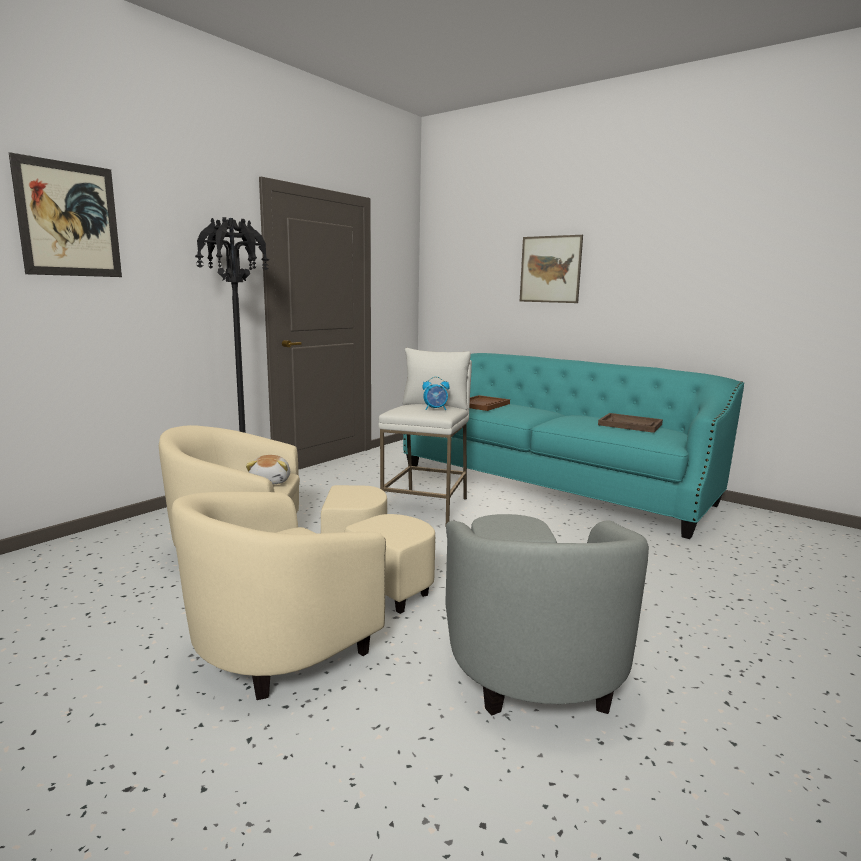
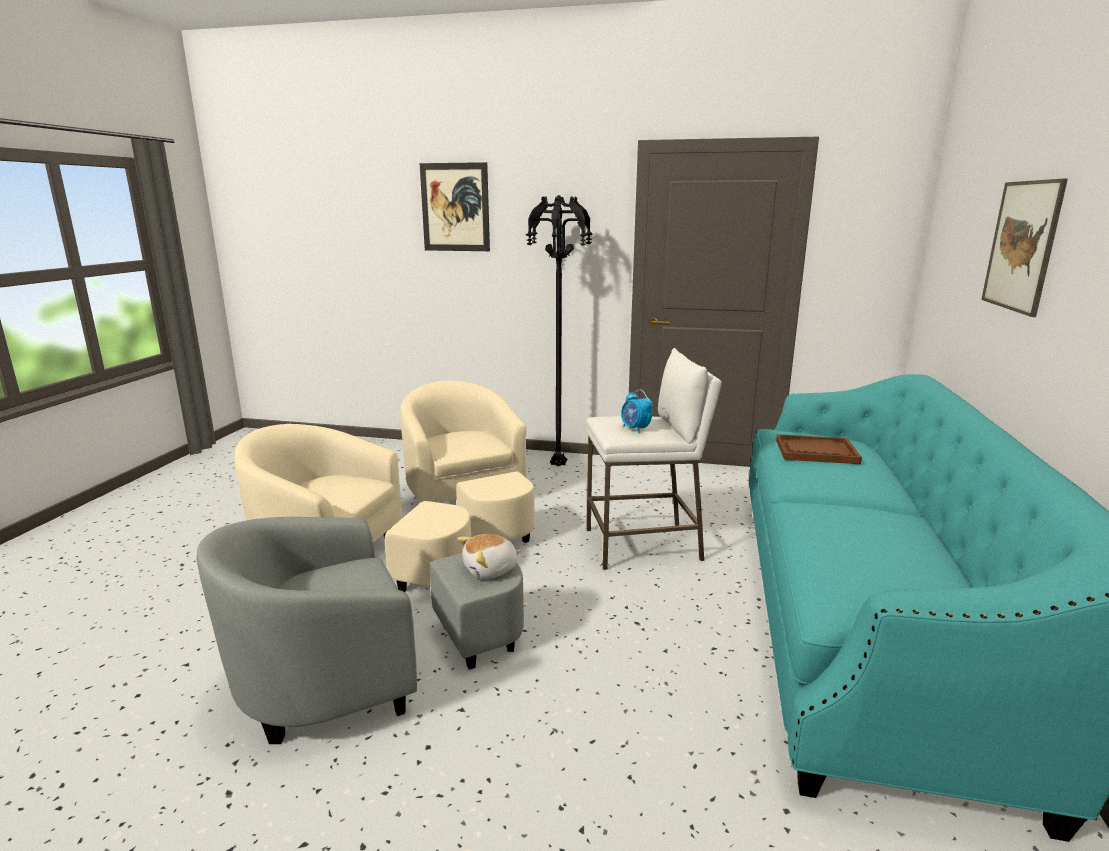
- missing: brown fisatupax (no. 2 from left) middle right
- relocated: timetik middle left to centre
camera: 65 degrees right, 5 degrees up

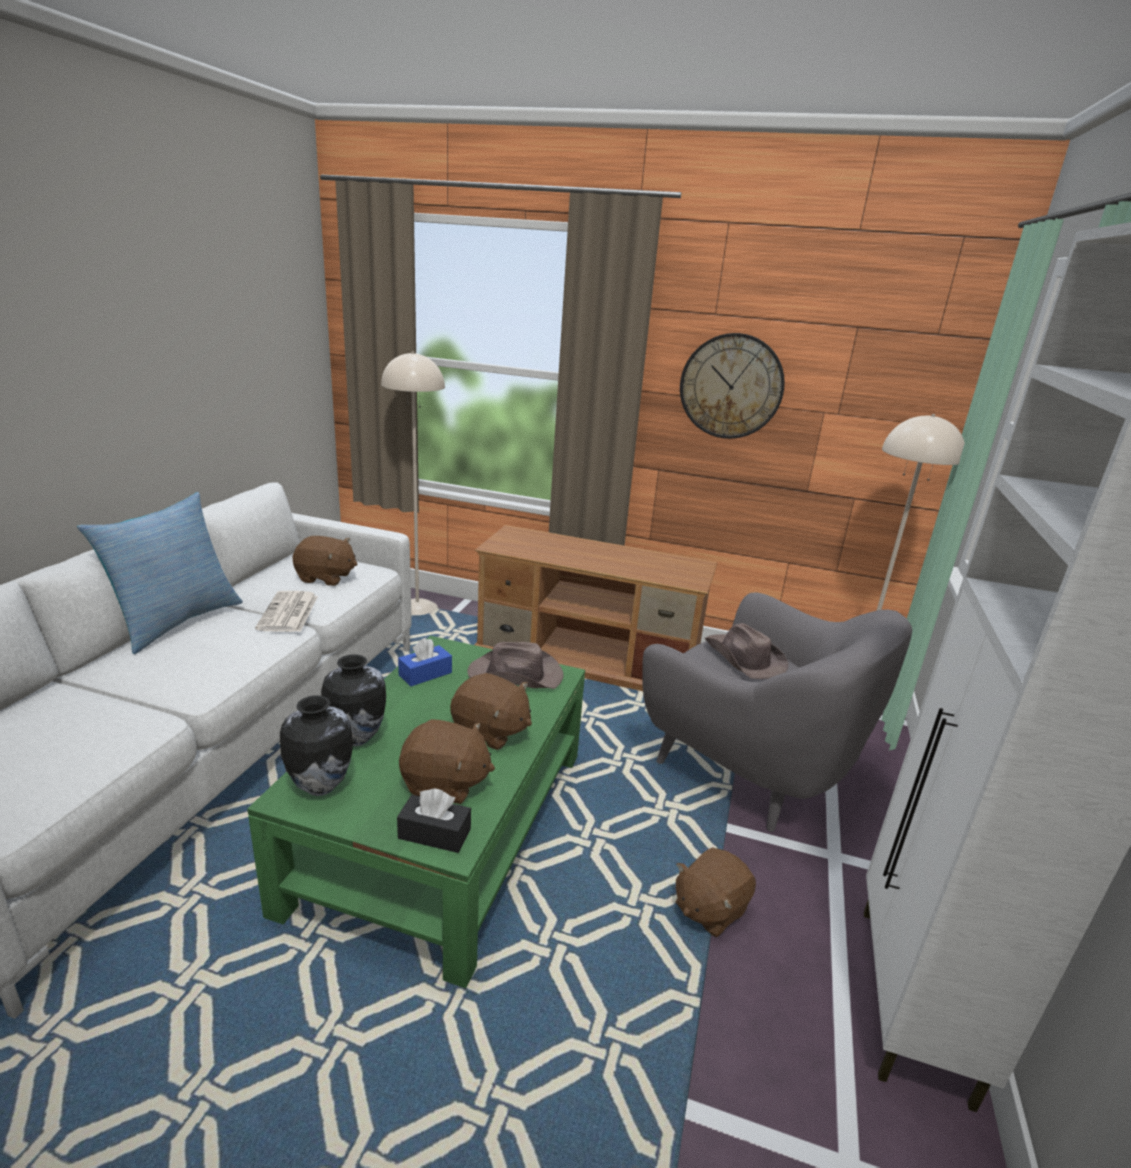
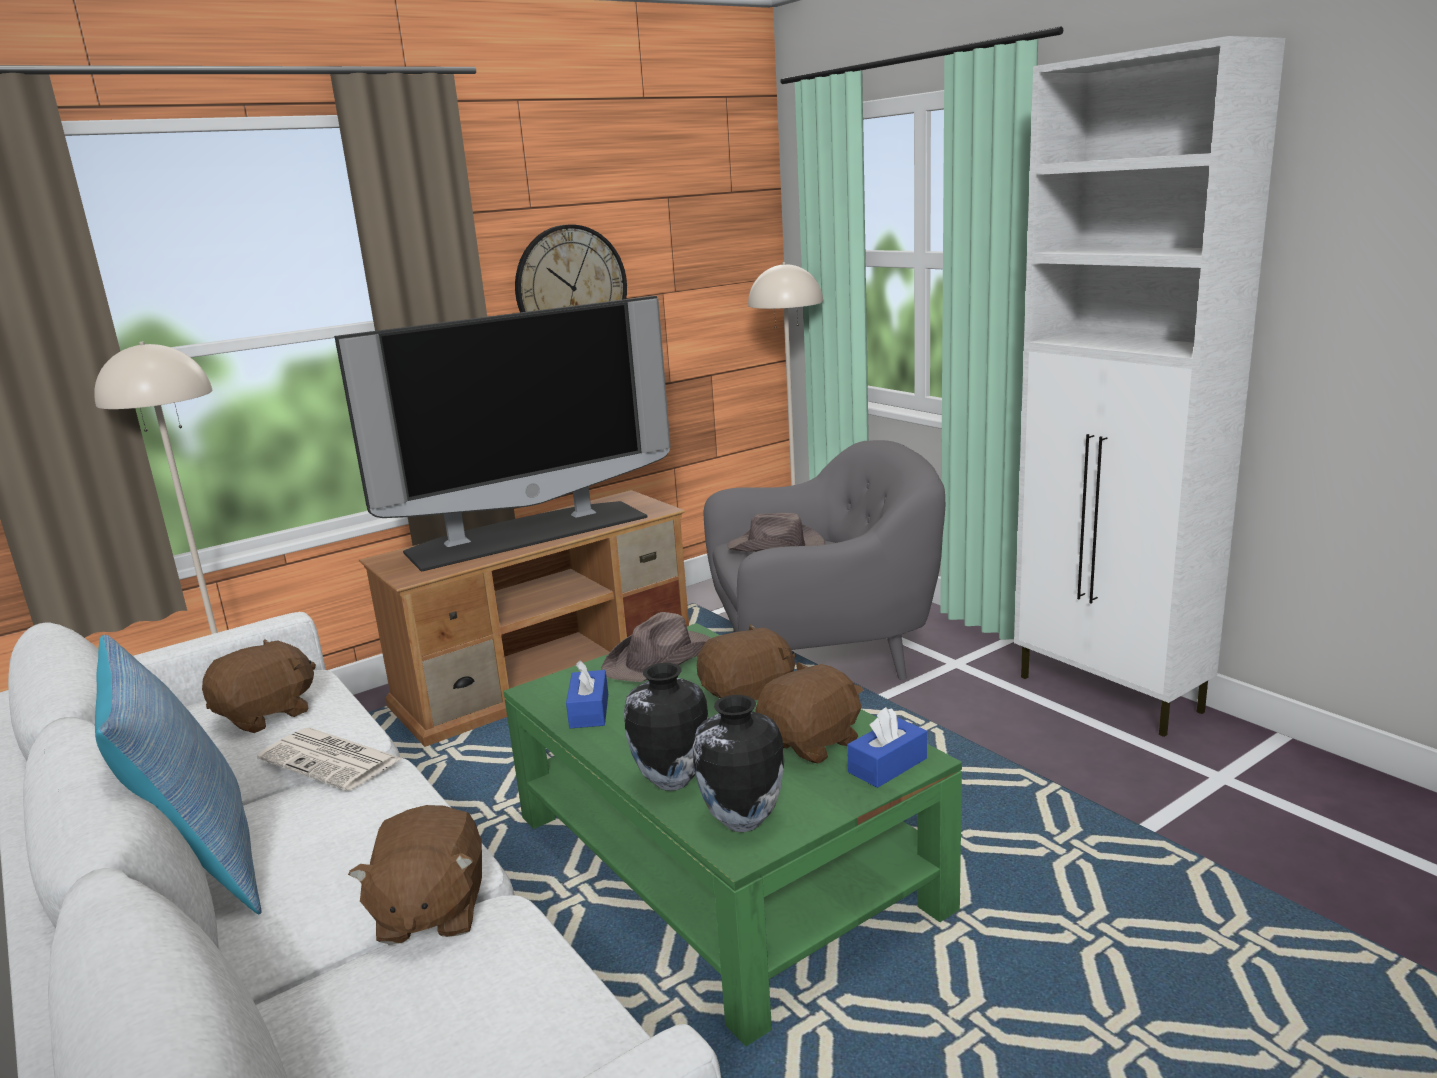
- colour: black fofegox bottom centre to blue fofegox (no. 2 from left) bottom centre
- relocated: brown timetik (no. 4 from left in the first image) bottom centre to brown timetik (no. 2 from left) bottom left
- appeared: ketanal centre
camera: 50 degrees left, 5 degrees down

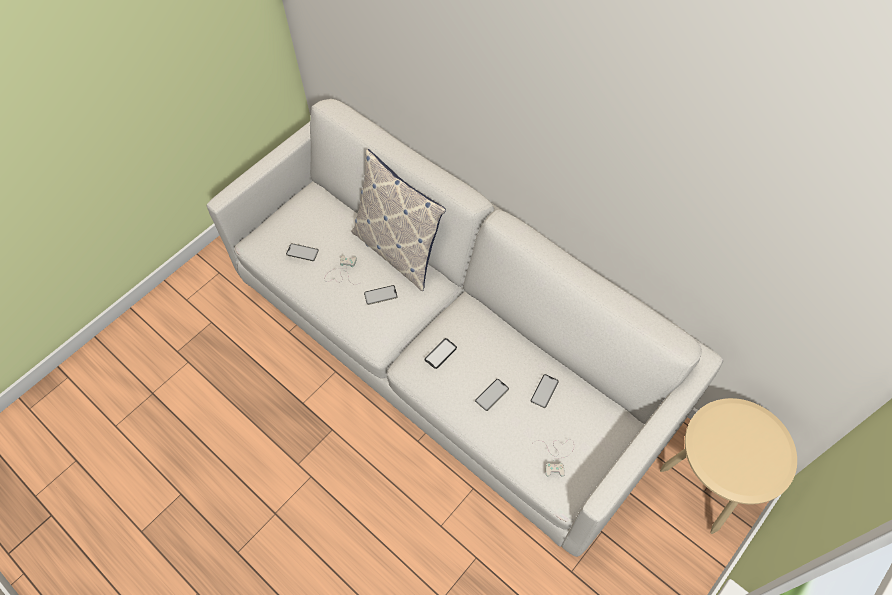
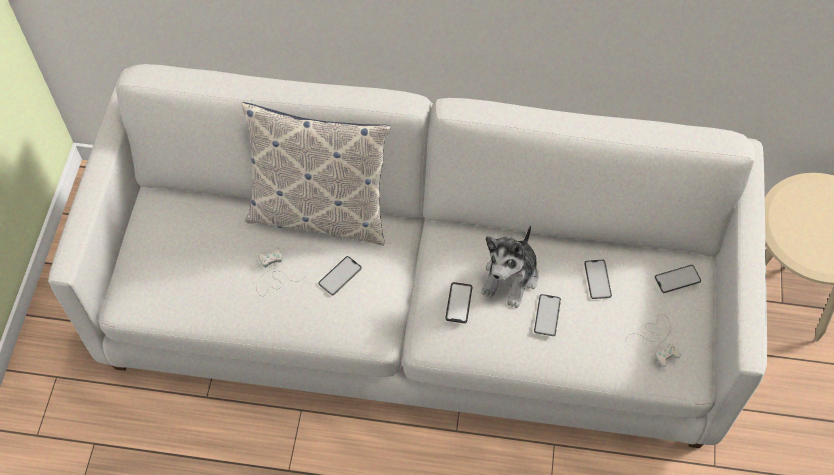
- relocated: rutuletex (no. 1 from left in the first image) centre to rutuletex (no. 5 from left) middle right
- appeared: timetik centre
camera: 35 degrees left, 0 degrees up

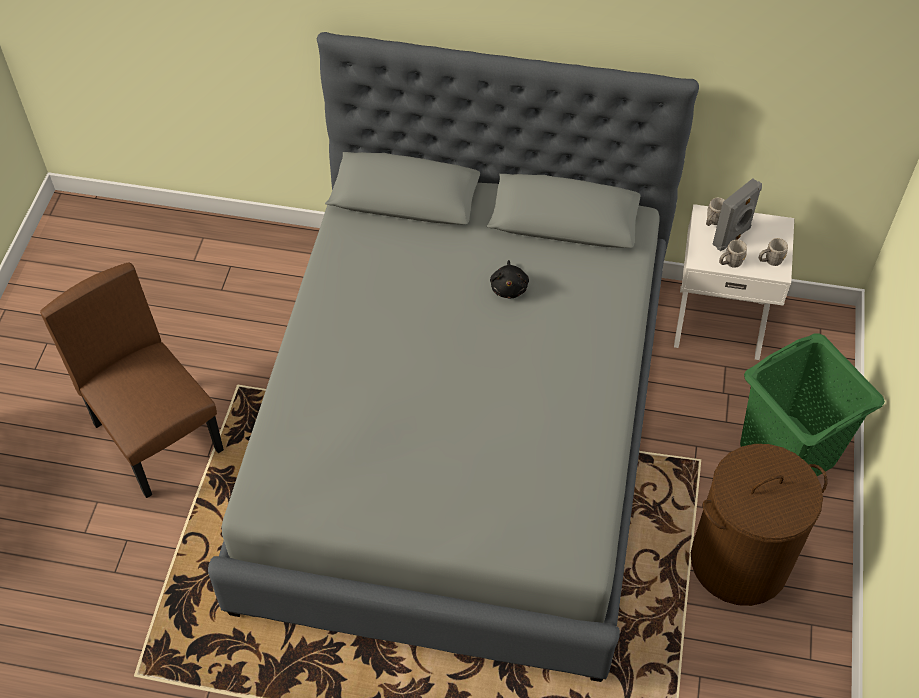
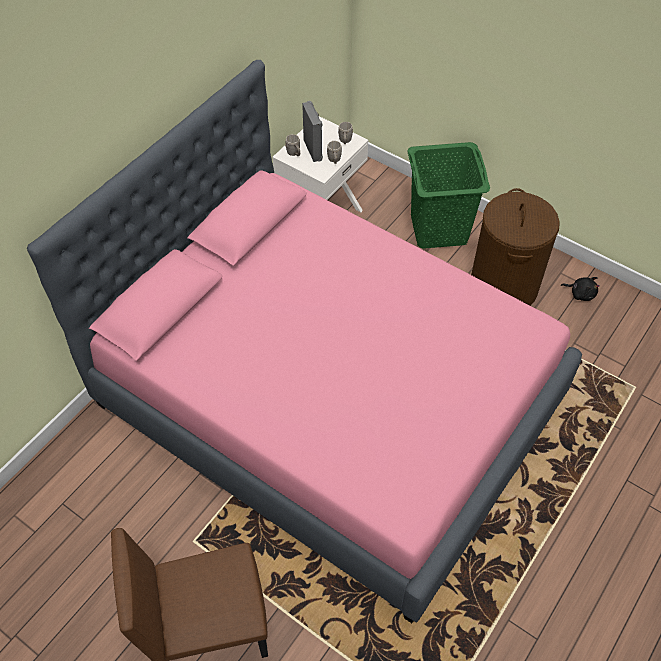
- colour: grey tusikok centre to pink tusikok centre
- relocated: black timetik centre to middle right
camera: 65 degrees left, 0 degrees up

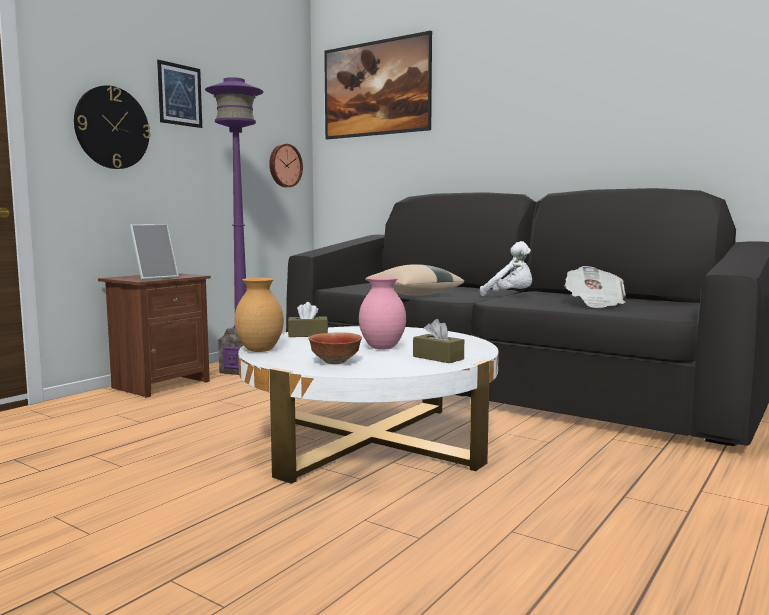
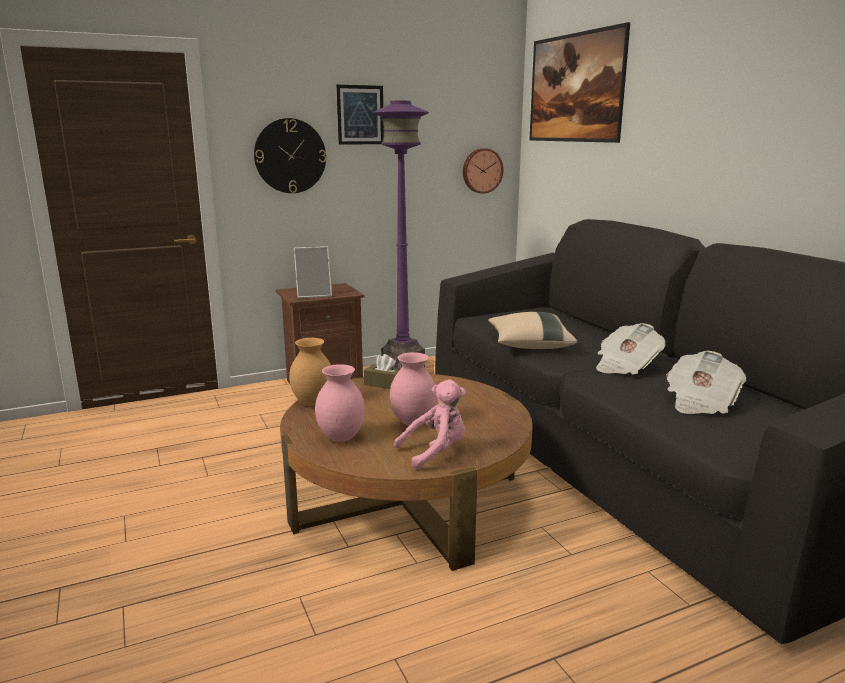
- exchanged: white timetik centre to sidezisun (no. 1 from left) middle right
- exchanged: brown fofegox (no. 2 from left) centre to pink timetik centre
- colour: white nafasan centre to brown nafasan bottom centre
- exchanged: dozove centre to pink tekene (no. 1 from left) centre
camera: 30 degrees right, 10 degrees up

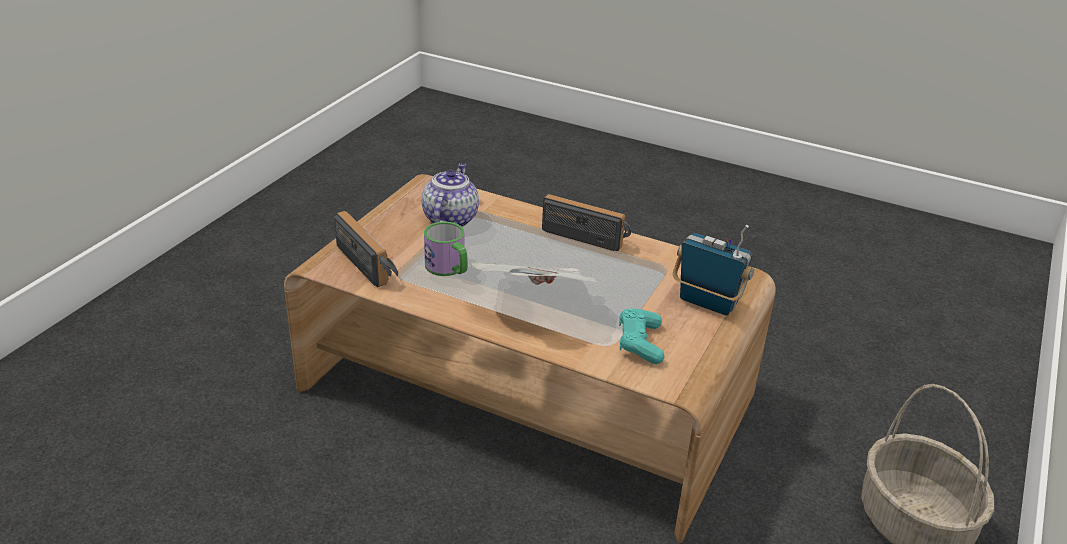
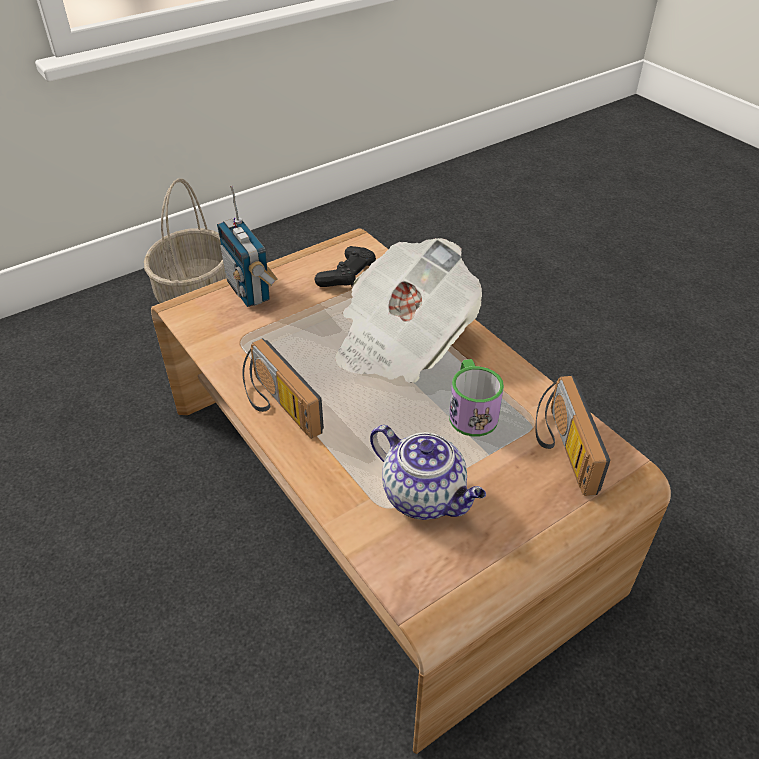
- spun: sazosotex centre = centre 90 degrees counterclockwise
- colour: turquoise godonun centre to black godonun centre
camera: 150 degrees left, 10 degrees up

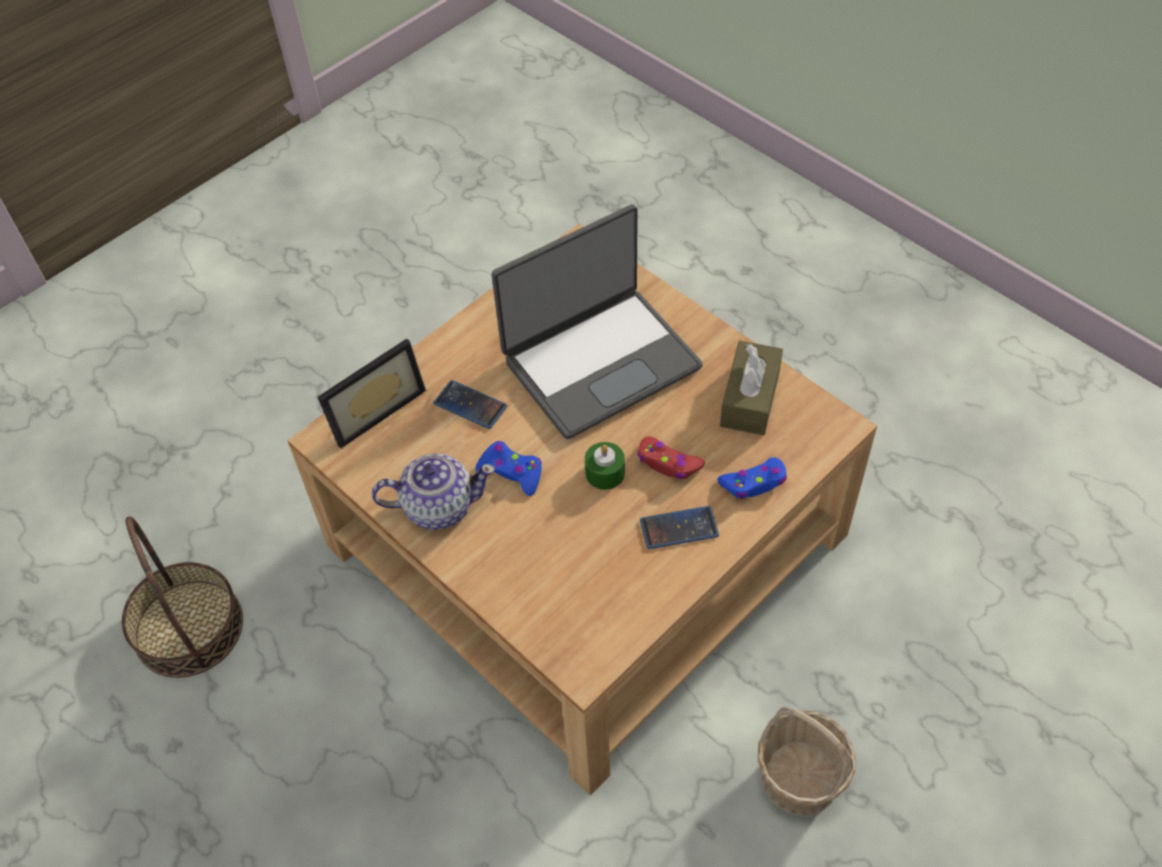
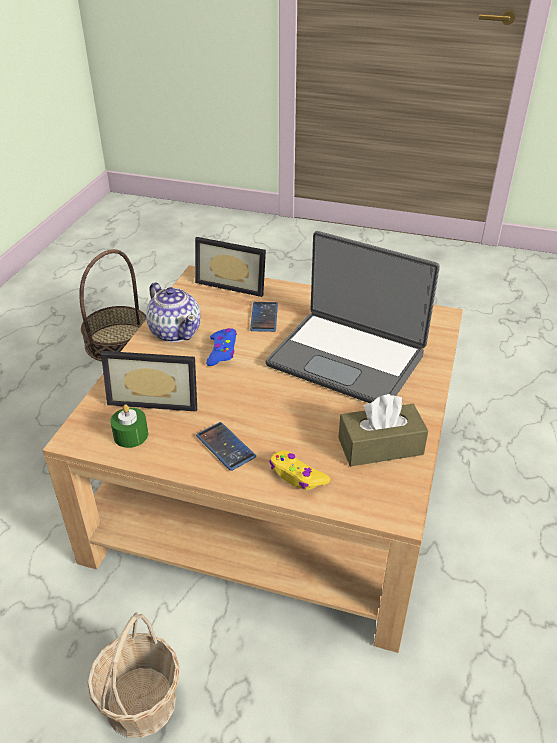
- missing: red godonun centre
- relocated: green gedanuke centre to middle left
- colour: blue godonun (no. 2 from left) centre to yellow godonun centre
- appeared: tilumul (no. 1 from left) middle left
camera: 60 degrees right, 15 degrees down

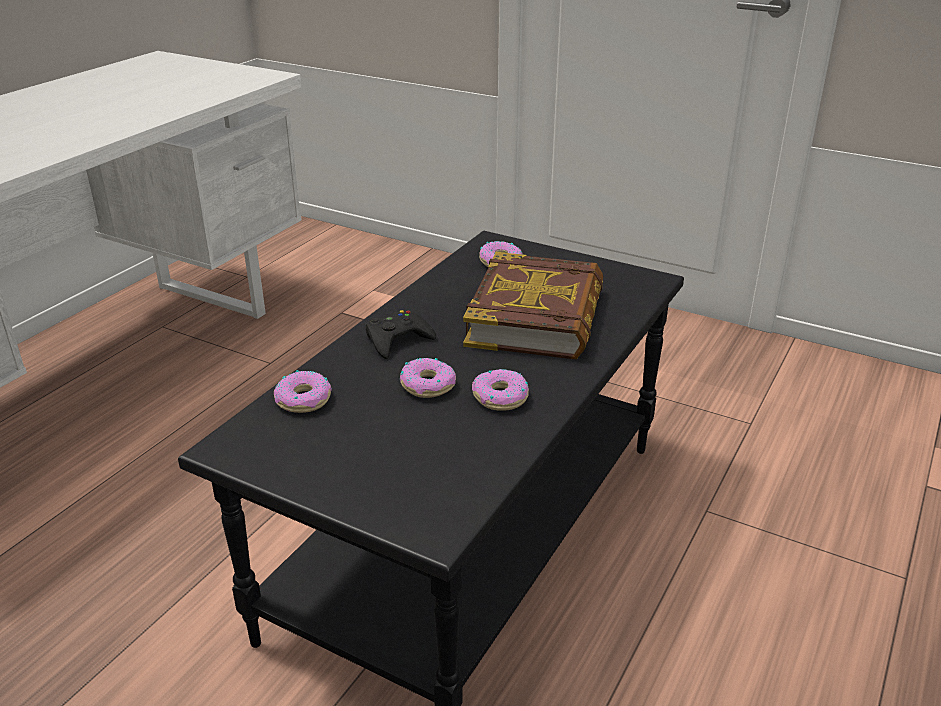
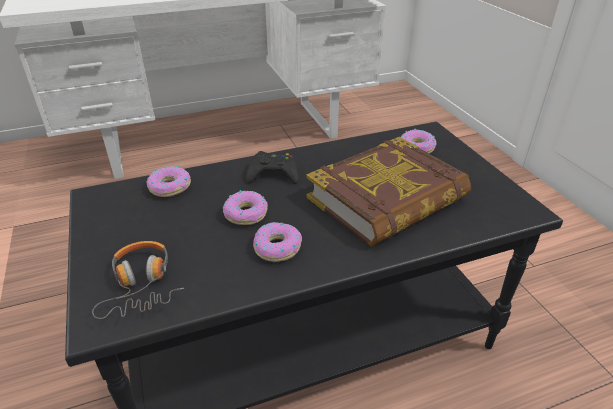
- appeared: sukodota bottom left
camera: 40 degrees right, 5 degrees up

